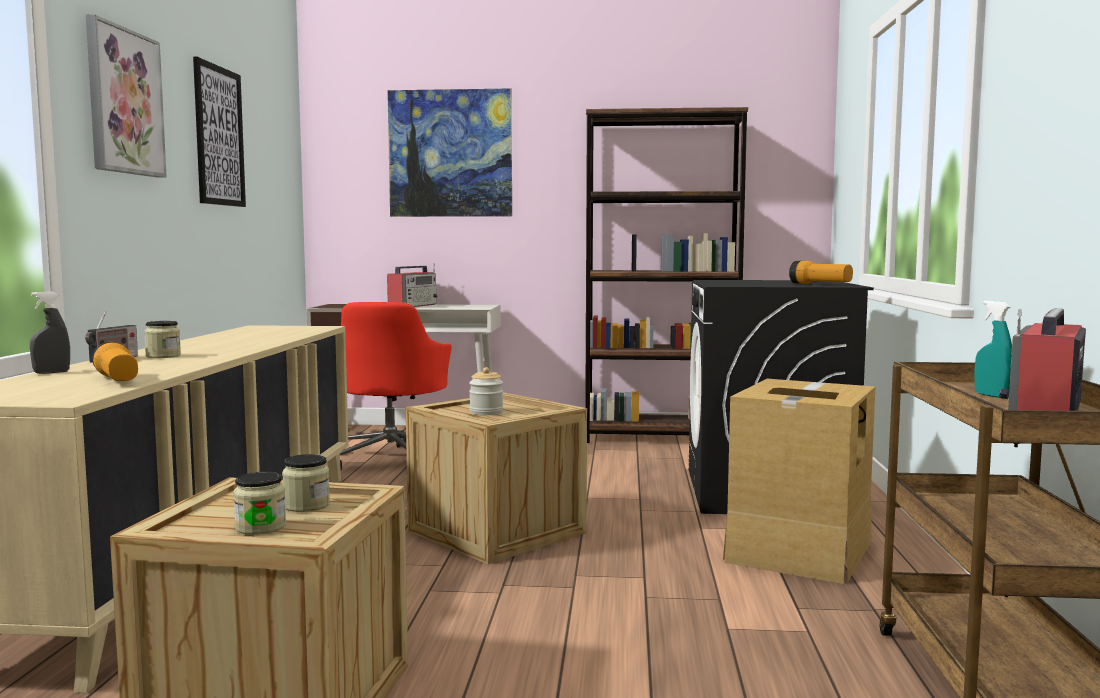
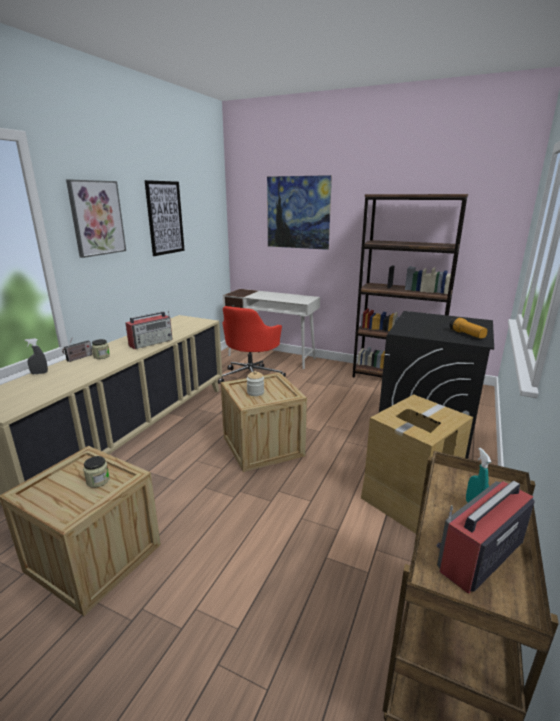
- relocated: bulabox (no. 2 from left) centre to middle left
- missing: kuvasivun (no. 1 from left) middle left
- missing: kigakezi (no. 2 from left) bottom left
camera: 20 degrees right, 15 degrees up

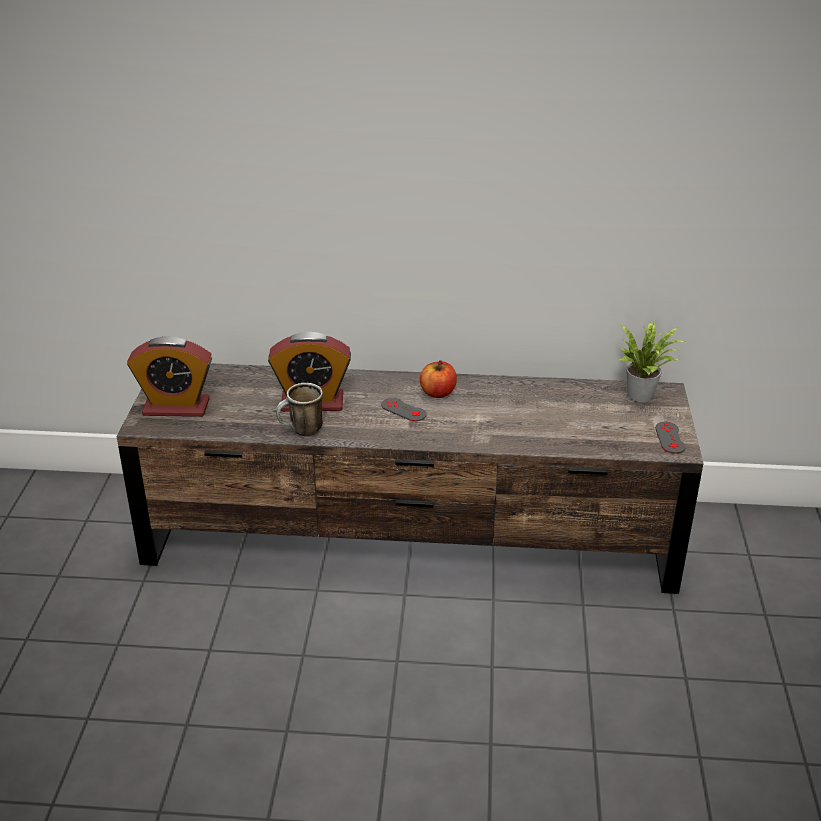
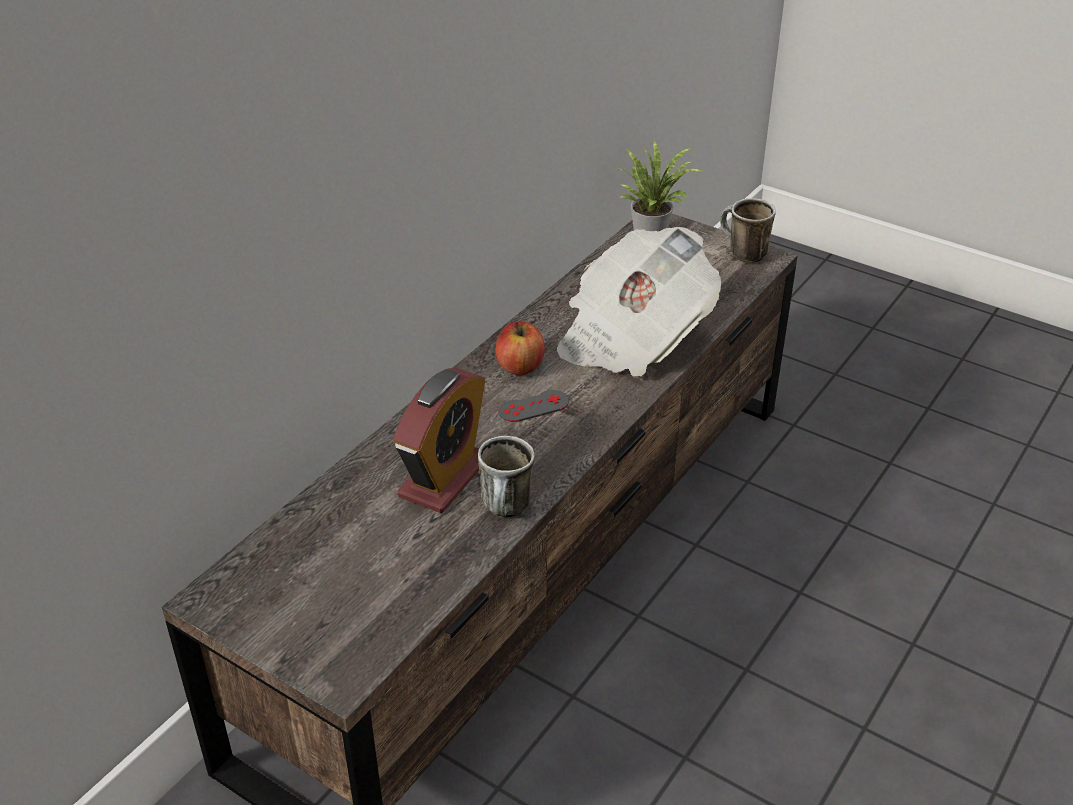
- missing: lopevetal (no. 1 from left) middle left
- exchanged: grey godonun (no. 2 from left) middle right to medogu (no. 2 from left) top right
- appeared: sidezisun centre
camera: 60 degrees left, 5 degrees up

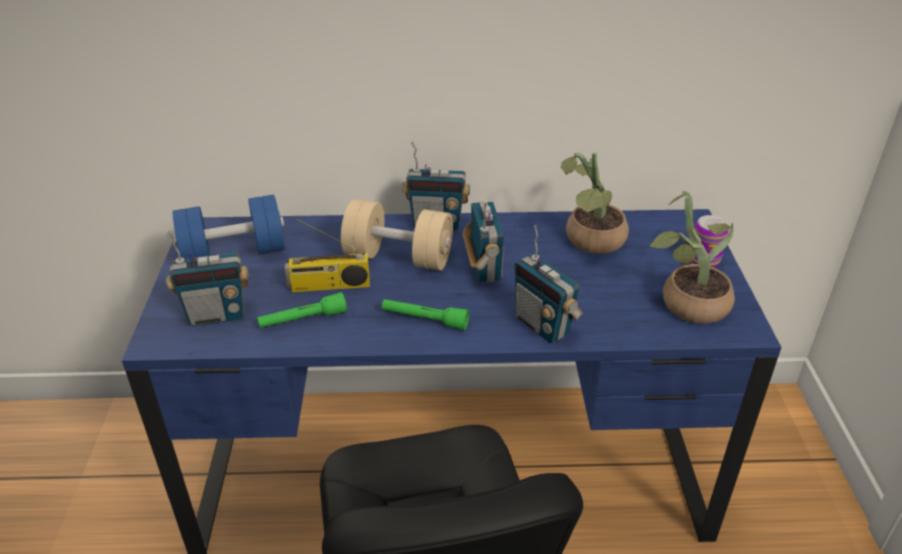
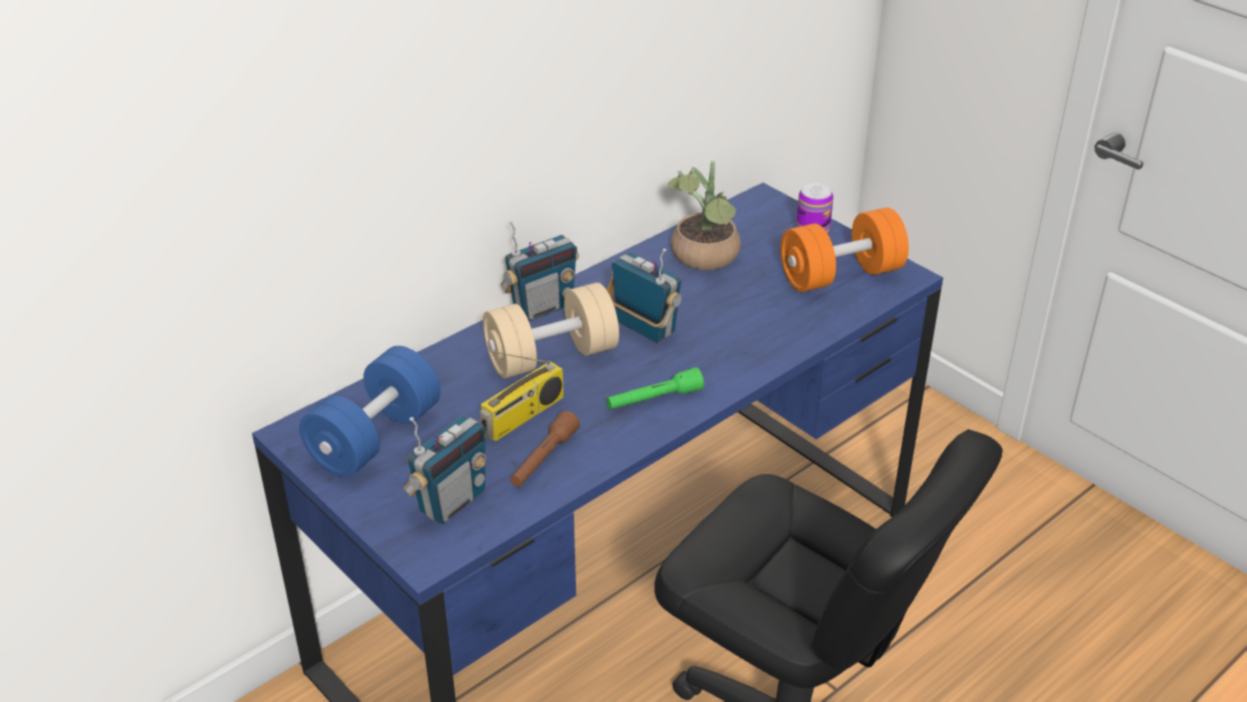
- exchanged: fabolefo (no. 2 from left) middle right to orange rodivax middle right
- missing: bulabox (no. 5 from left) centre
- colour: green kuvasivun (no. 1 from left) centre to brown kuvasivun centre
camera: 40 degrees left, 0 degrees up

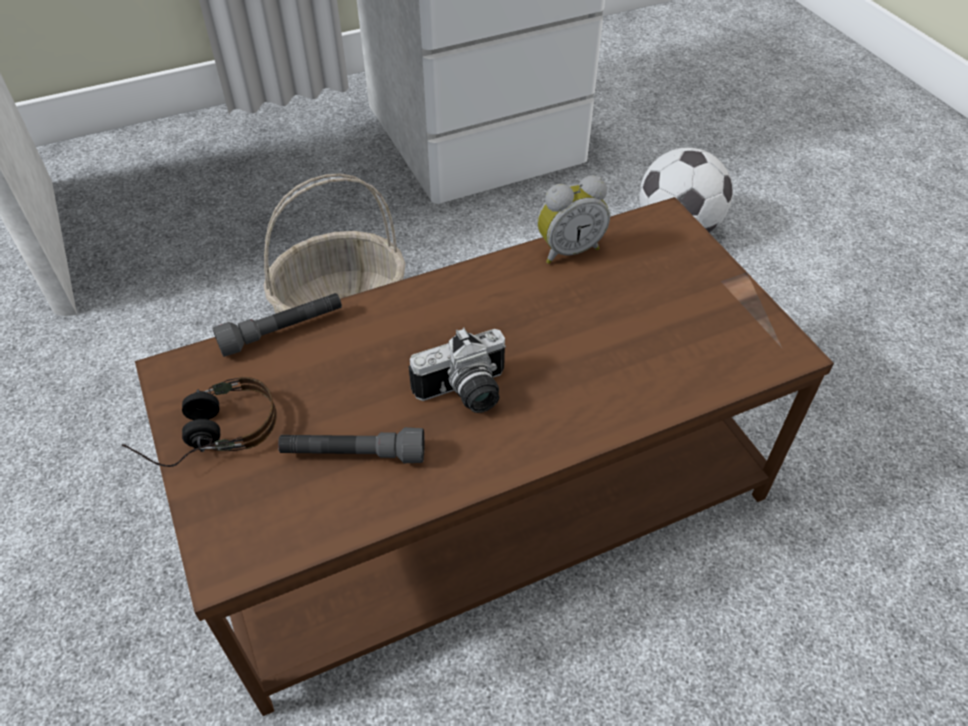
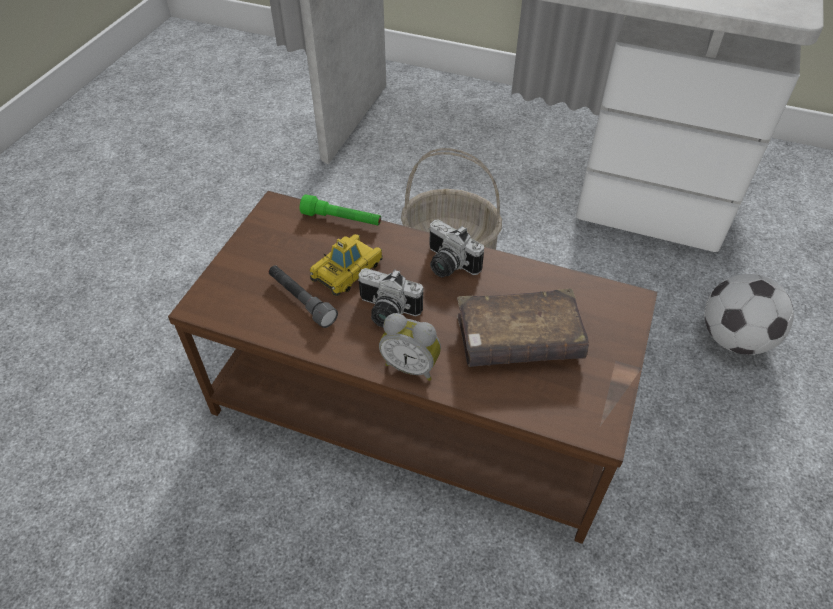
- relocated: lopevetal top centre to centre
- colour: grey kuvasivun (no. 1 from left) middle left to green kuvasivun centre
- missing: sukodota middle left
- appeared: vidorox (no. 2 from left) centre
- appeared: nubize centre
- appeared: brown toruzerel centre
camera: 45 degrees right, 0 degrees up

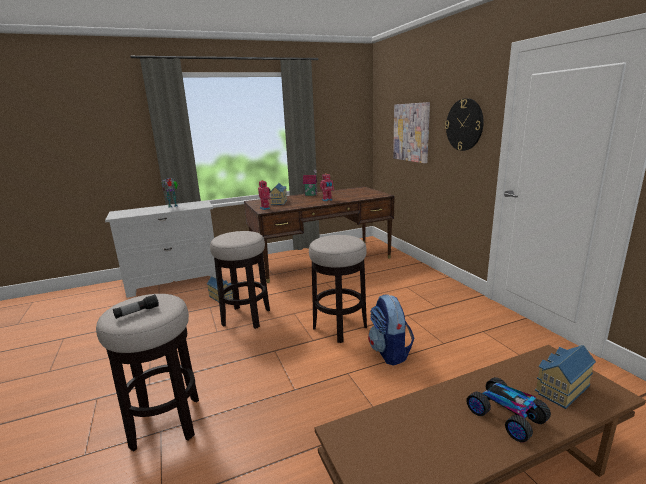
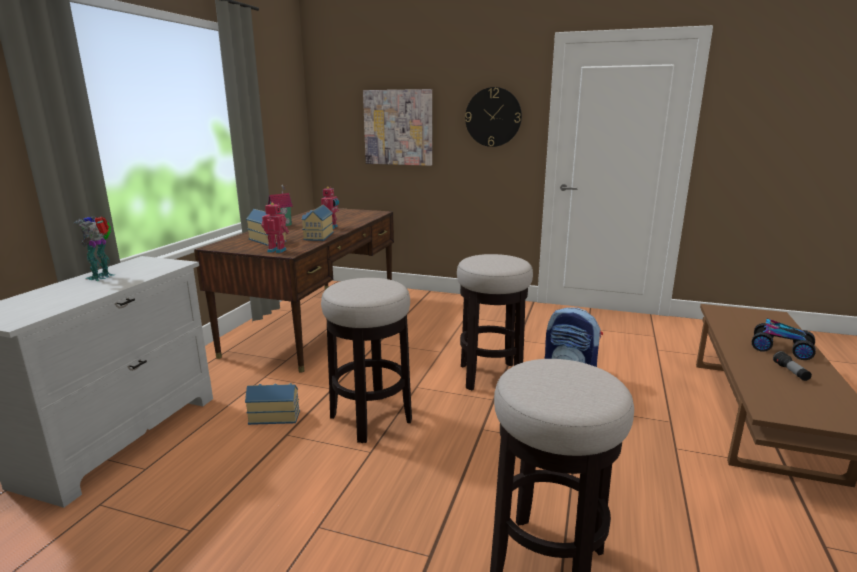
- relocated: kuvasivun middle left to middle right
- relocated: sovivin (no. 4 from left) bottom right to centre
- spun: nubize bottom right = middle right 150 degrees counterclockwise
camera: 50 degrees left, 0 degrees up

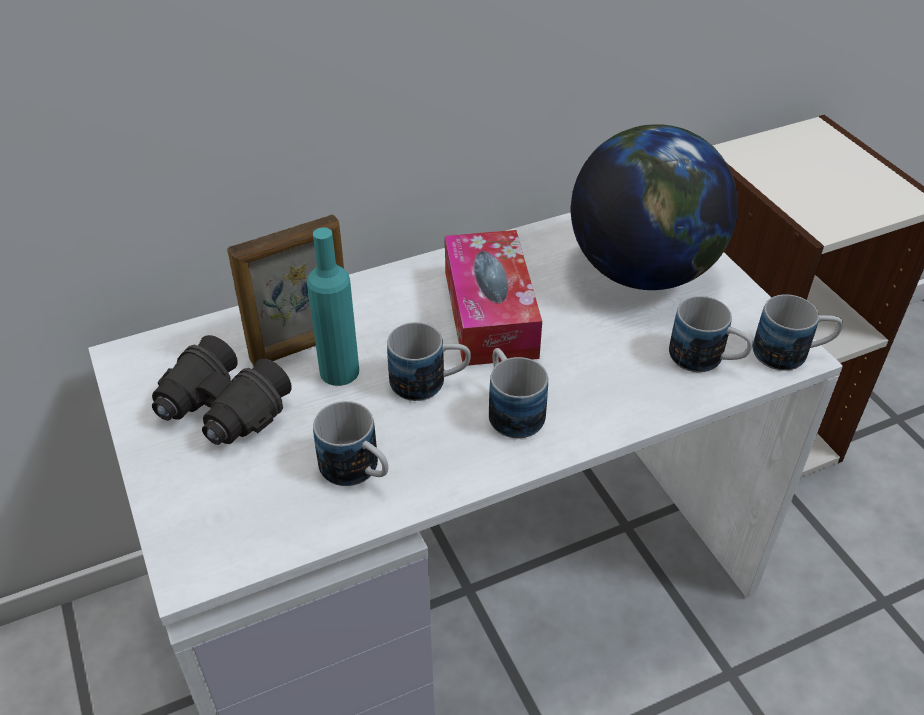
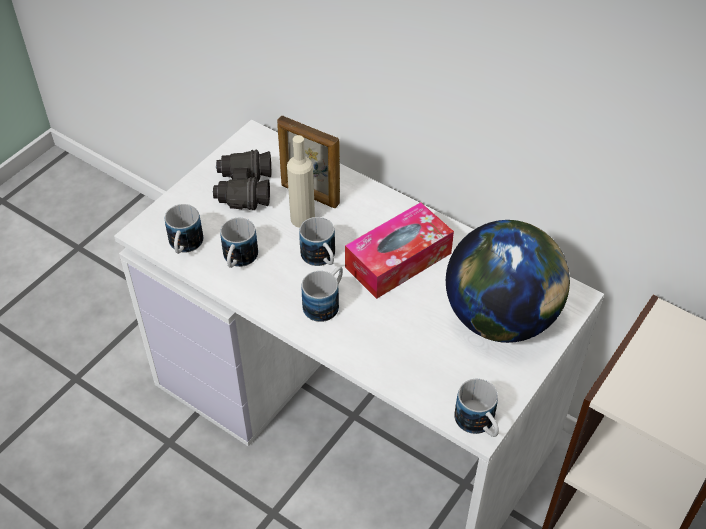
- colour: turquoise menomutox centre to beige menomutox centre
- relocated: medogu (no. 4 from left in the first image) middle right to medogu (no. 1 from left) middle left
camera: 60 degrees right, 5 degrees up

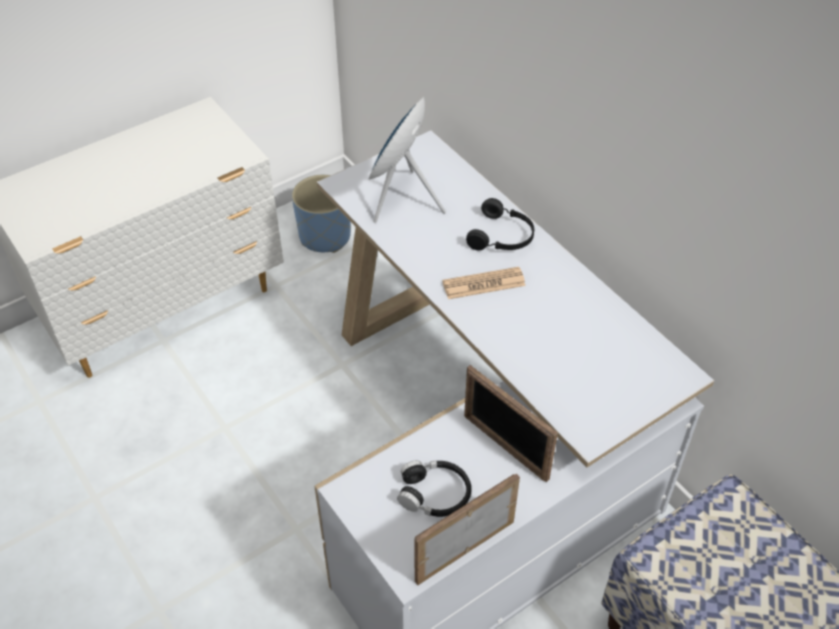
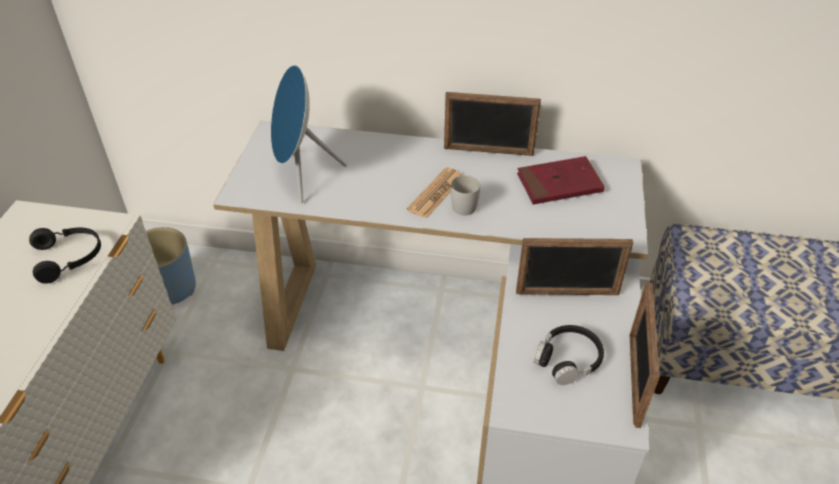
- relocated: black sukodota (no. 2 from left in the first image) centre to black sukodota (no. 1 from left) middle left
- appeared: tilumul (no. 1 from left) top centre
- appeared: red toruzerel middle right
- appeared: white medogu centre
camera: 45 degrees left, 5 degrees down

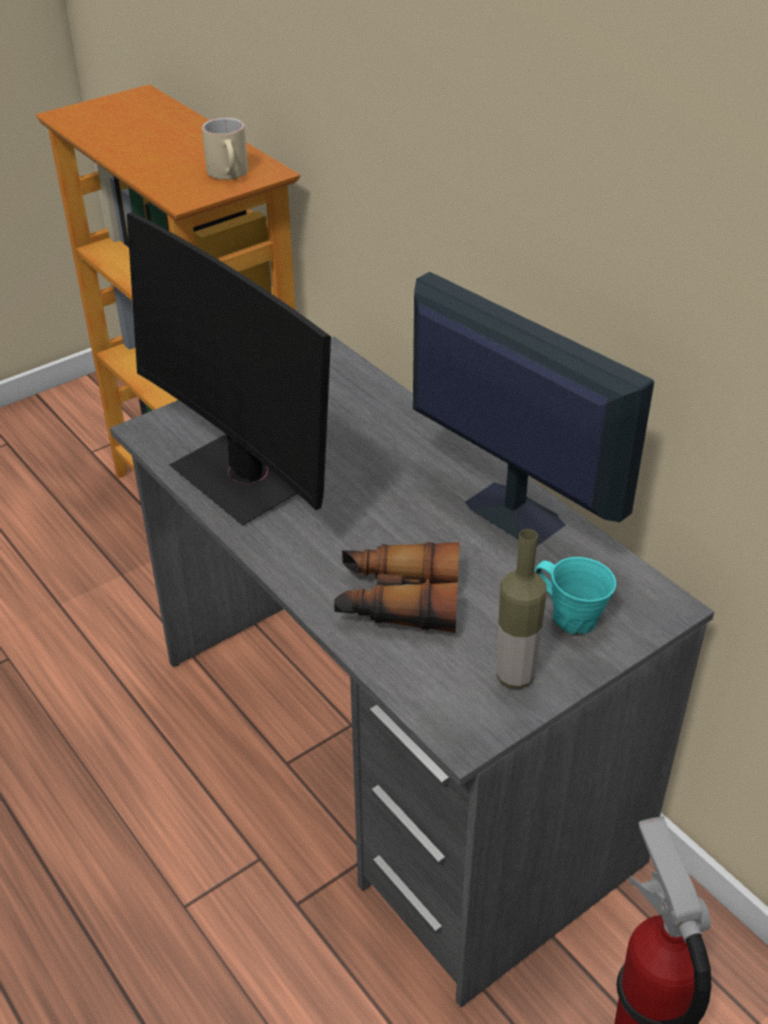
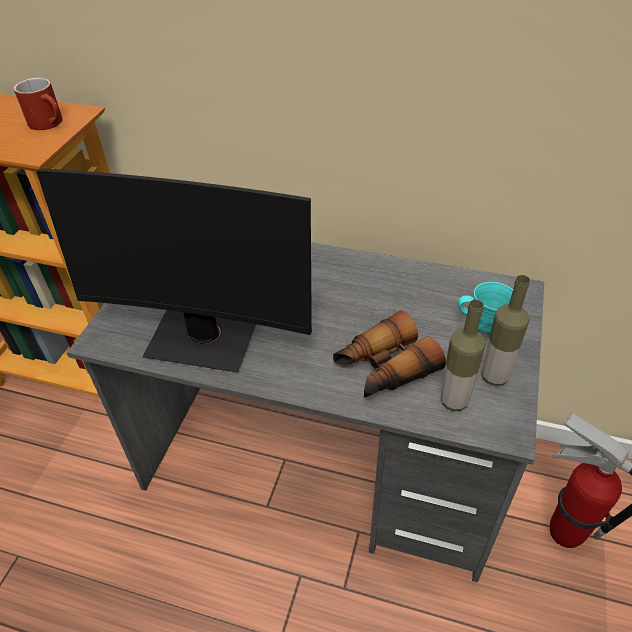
- colour: beige medogu top left to red medogu top left
- missing: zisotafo (no. 2 from left) middle right
- appeared: menomutox (no. 1 from left) middle right
camera: 35 degrees left, 5 degrees up

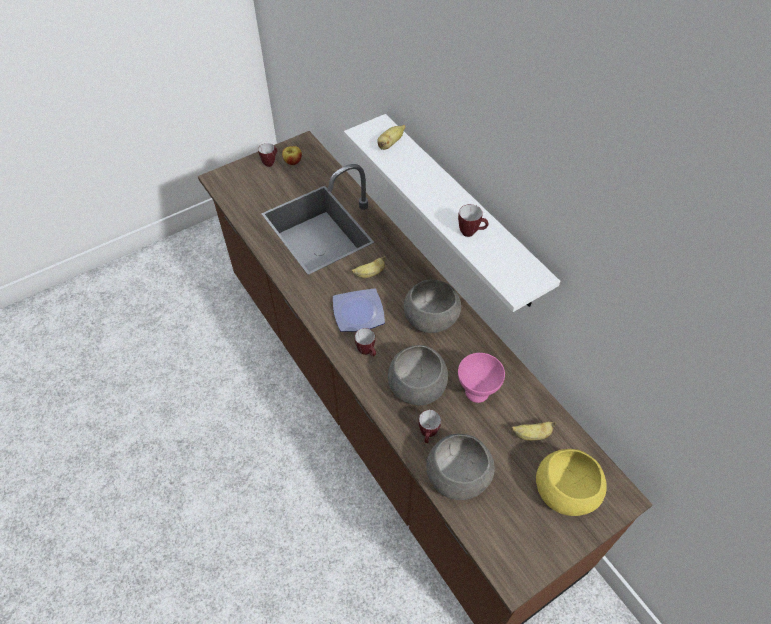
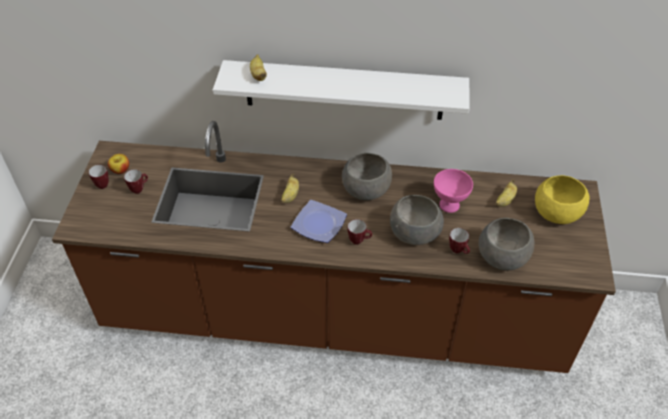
- relocated: medogu (no. 4 from left in the first image) centre to medogu (no. 2 from left) middle left
camera: 50 degrees left, 5 degrees down

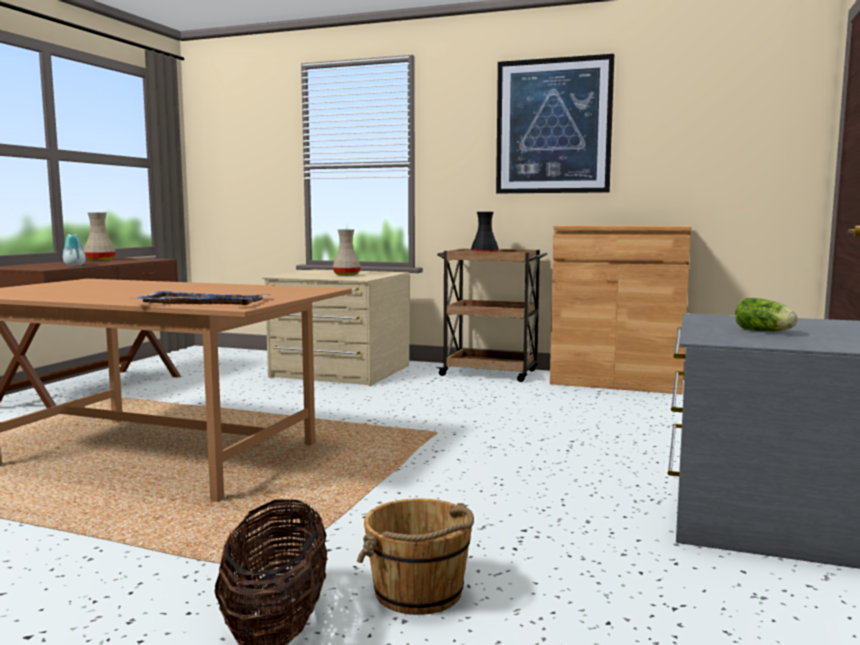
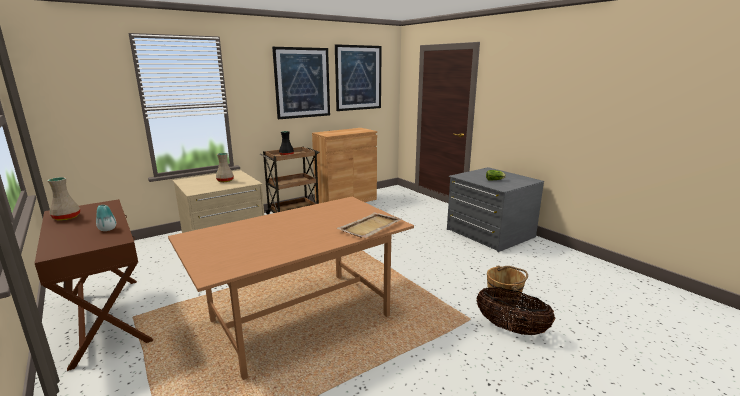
- colour: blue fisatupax middle left to beige fisatupax centre
- appeared: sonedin (no. 2 from left) top centre
camera: 55 degrees left, 10 degrees up

